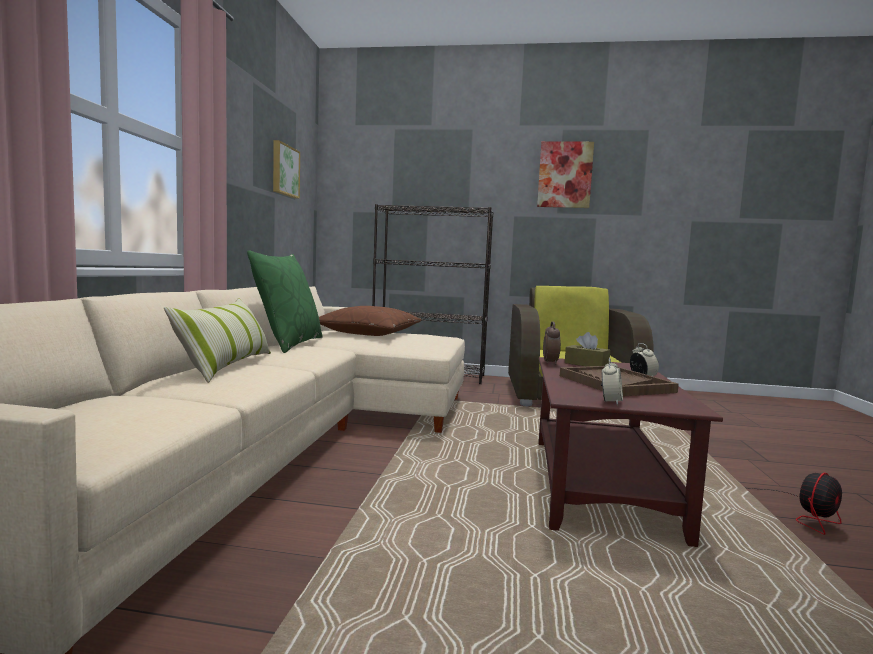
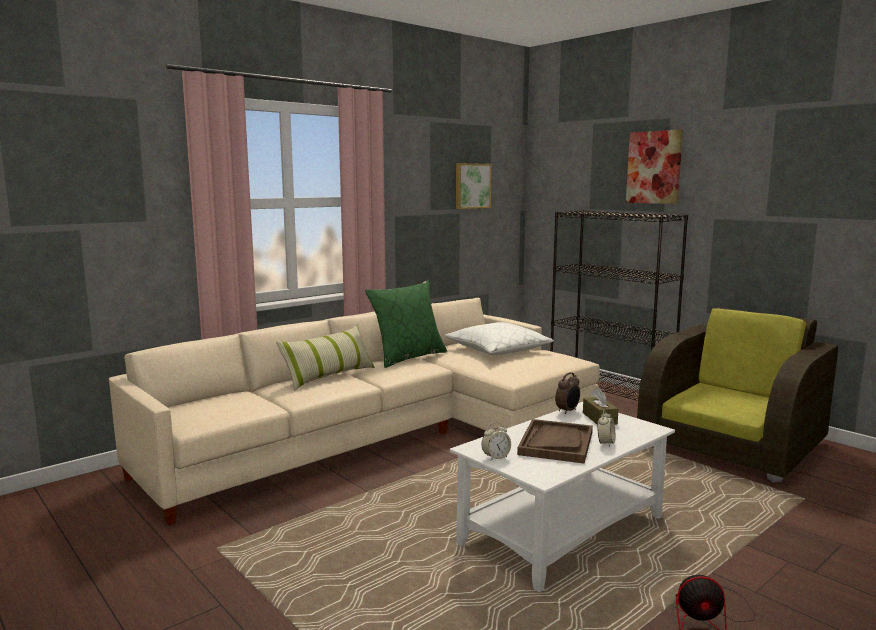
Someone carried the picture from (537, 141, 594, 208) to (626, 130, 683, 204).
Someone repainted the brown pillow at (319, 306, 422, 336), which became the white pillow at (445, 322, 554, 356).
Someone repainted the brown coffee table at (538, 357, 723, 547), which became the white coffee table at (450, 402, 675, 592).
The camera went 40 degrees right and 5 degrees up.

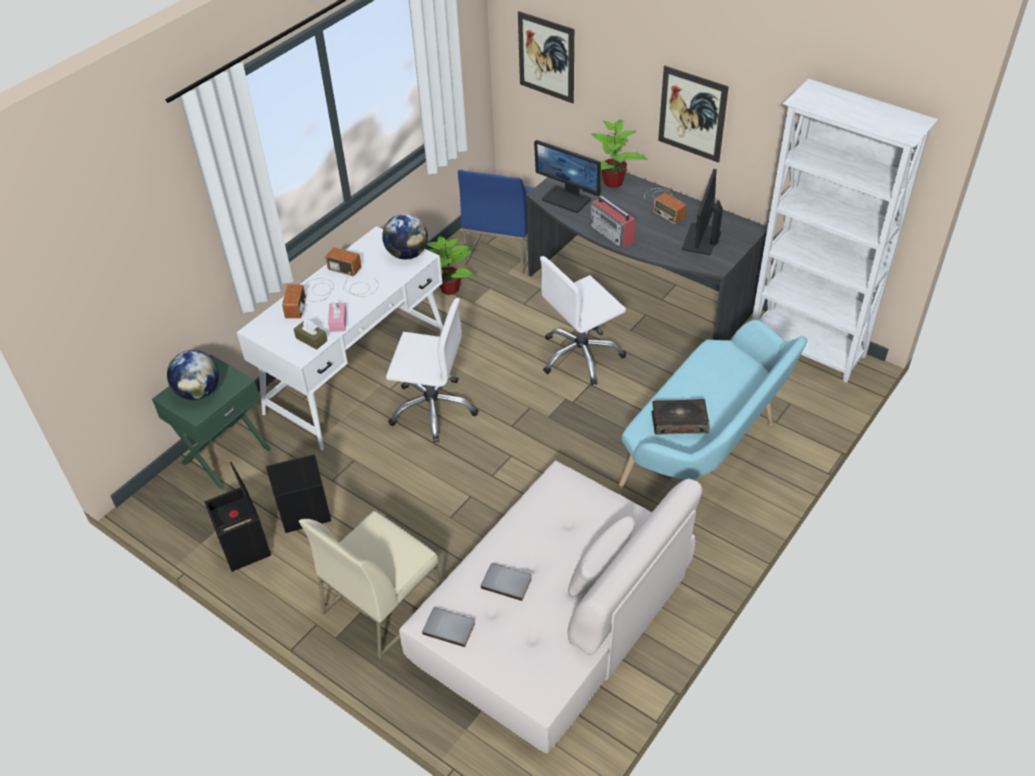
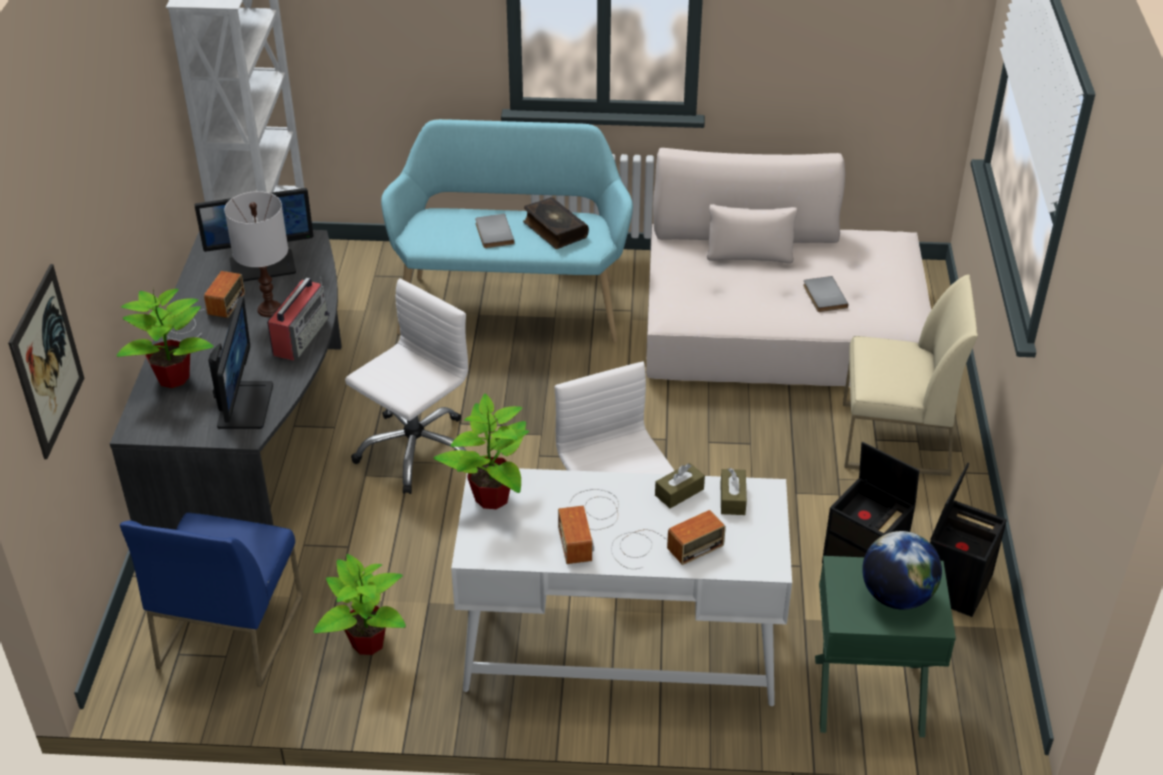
Someone took away the picture at (658, 66, 729, 163).
Someone put down the white table lamp at (224, 191, 288, 317).
Someone carried the grey book from (422, 607, 475, 647) to (475, 214, 515, 248).
Someone swapped the globe at (382, 214, 428, 259) for the potted plant at (433, 393, 530, 509).
Someone repainted the pink tissue box at (328, 302, 347, 332), which became the brown tissue box at (655, 463, 705, 508).
Someone rotated the blue chair at (458, 170, 534, 274) by 120 degrees clockwise.
Someone rotated the white office chair at (540, 256, 626, 385) by 75 degrees counterclockwise.
The camera went 125 degrees left and 5 degrees down.

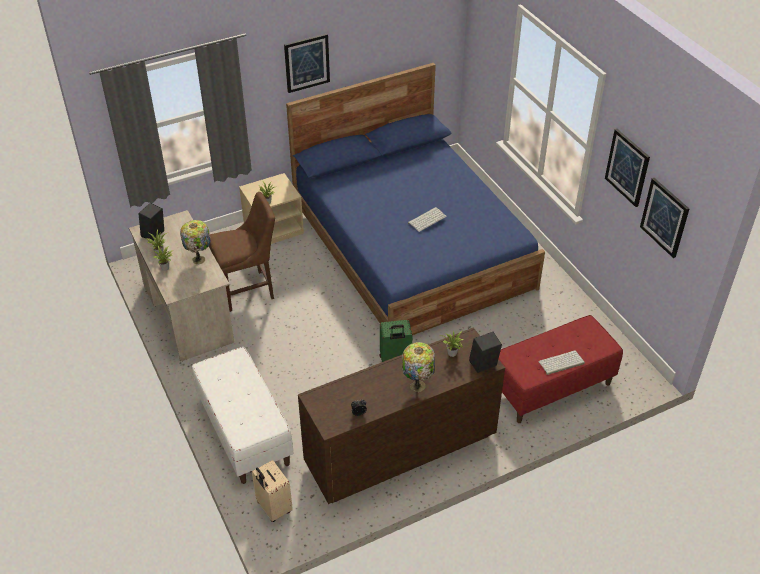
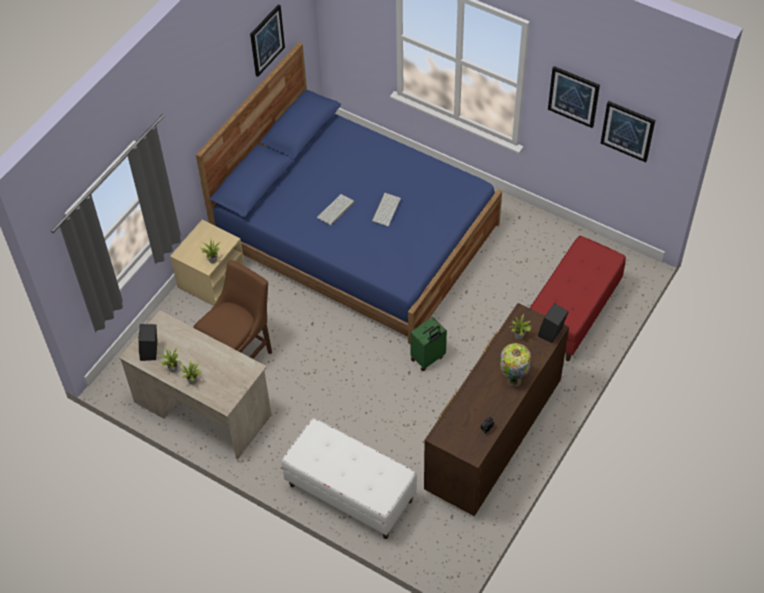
Someone took away the table lamp at (180, 220, 211, 264).
Someone took away the beige suitcase at (252, 460, 293, 522).
Someone carried the picture from (284, 34, 330, 93) to (250, 4, 285, 77).
Someone carried the keyboard from (538, 350, 585, 375) to (317, 194, 354, 226).
The camera went 30 degrees left and 10 degrees up.

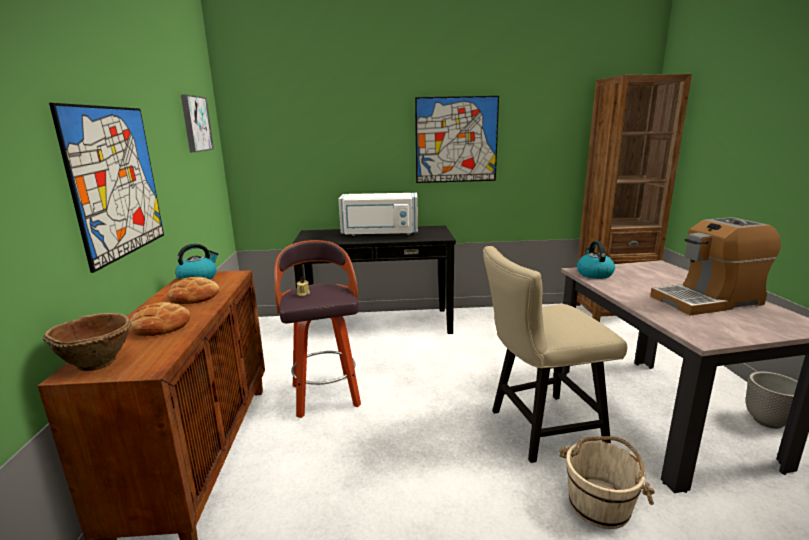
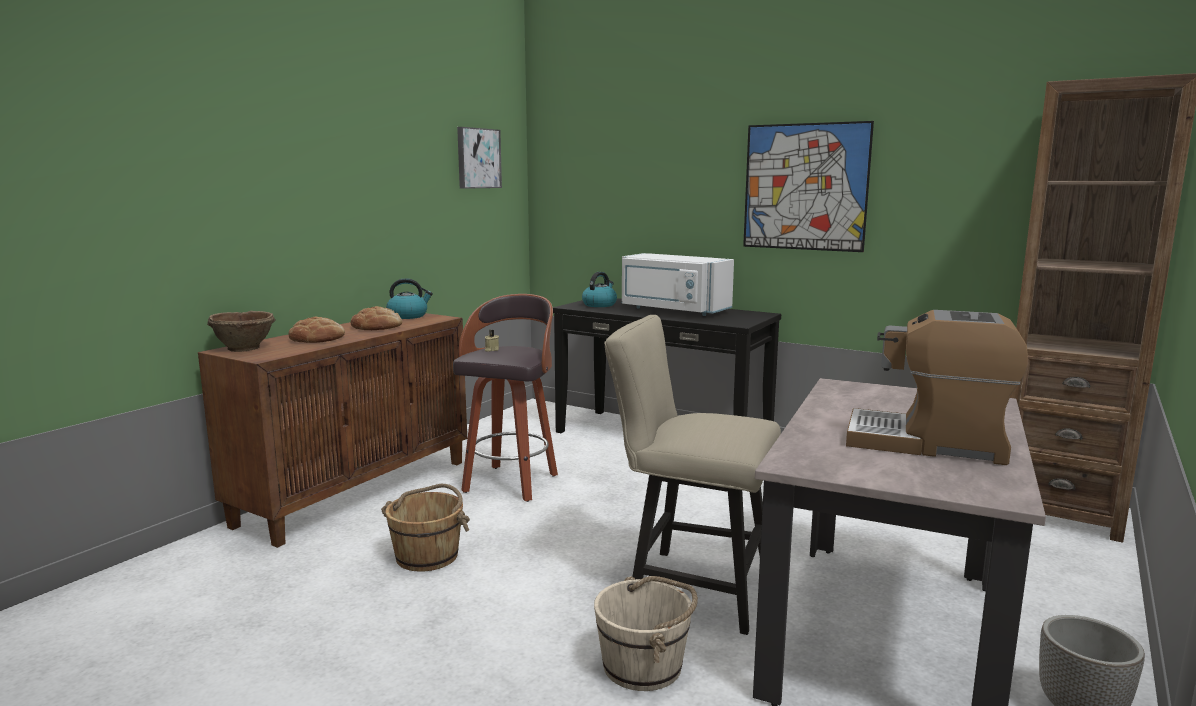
Someone took away the picture at (49, 103, 164, 273).
Someone put down the brown bucket at (381, 484, 470, 572).
Someone carried the kettle from (577, 241, 615, 279) to (582, 272, 617, 307).
The camera went 35 degrees right and 5 degrees down.

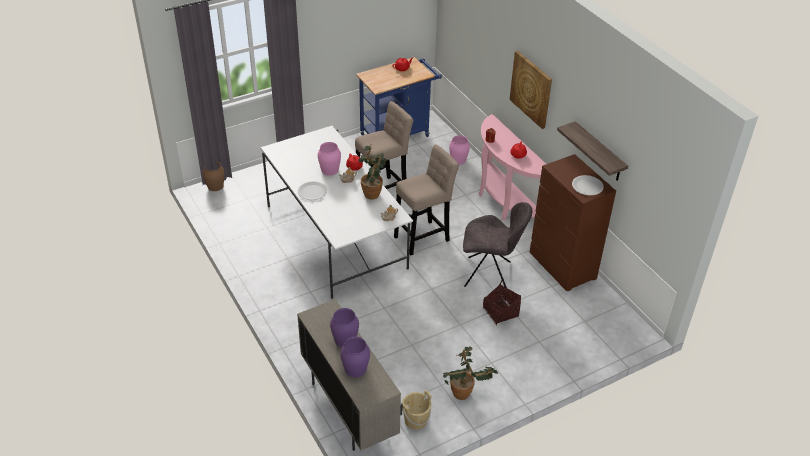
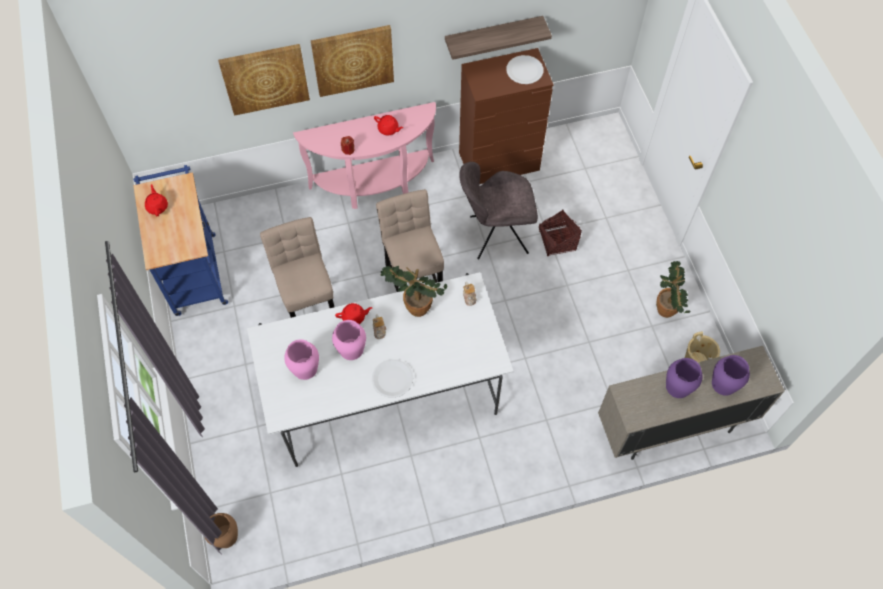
Someone put up the picture at (218, 44, 310, 116).
Someone carried the pink vase from (449, 135, 470, 165) to (284, 339, 319, 380).
Someone rotated the grey chair at (463, 202, 532, 288) by 120 degrees counterclockwise.
The camera went 75 degrees left and 20 degrees up.

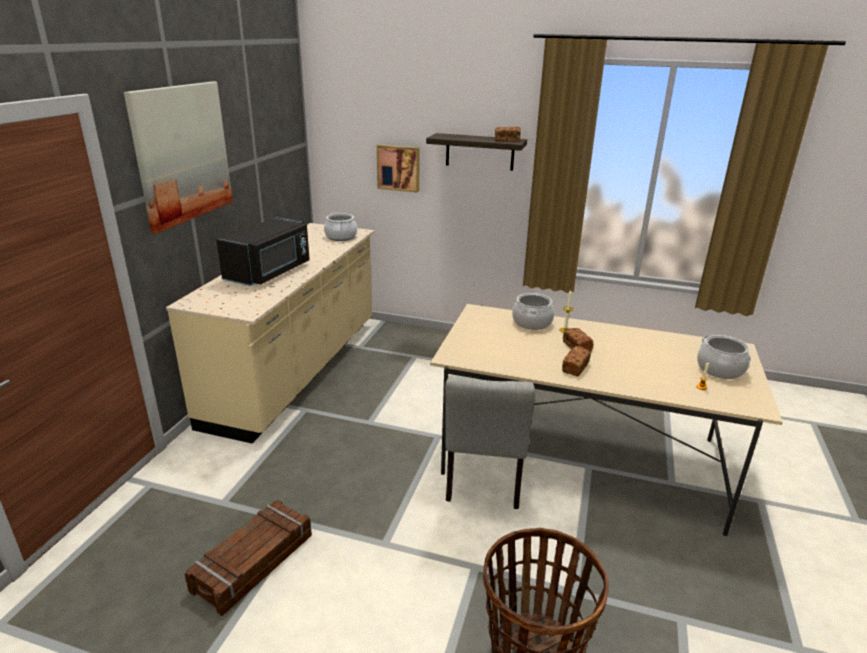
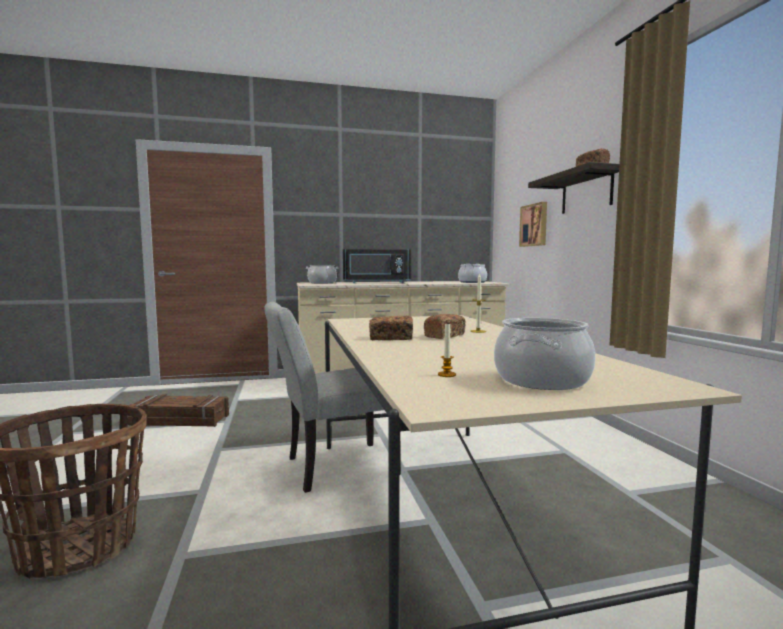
Someone took away the picture at (124, 81, 233, 234).
Someone carried the cooking pot from (512, 293, 554, 330) to (306, 265, 338, 283).
The camera went 60 degrees right and 20 degrees down.

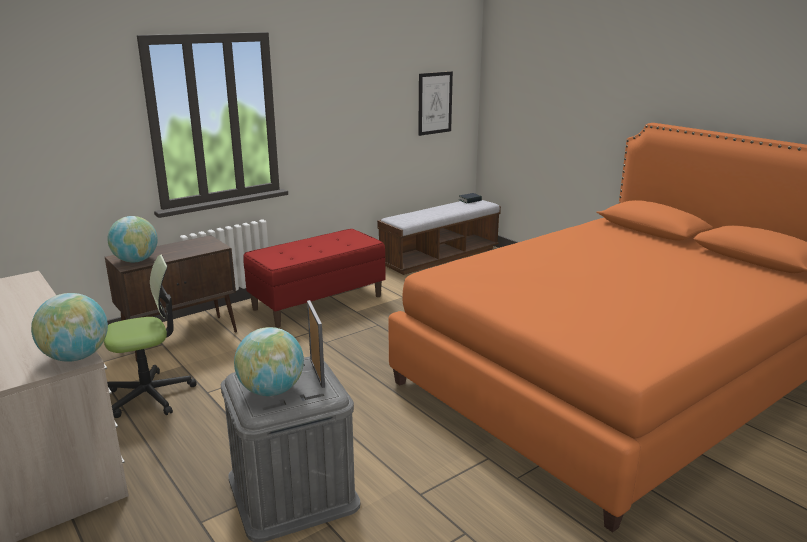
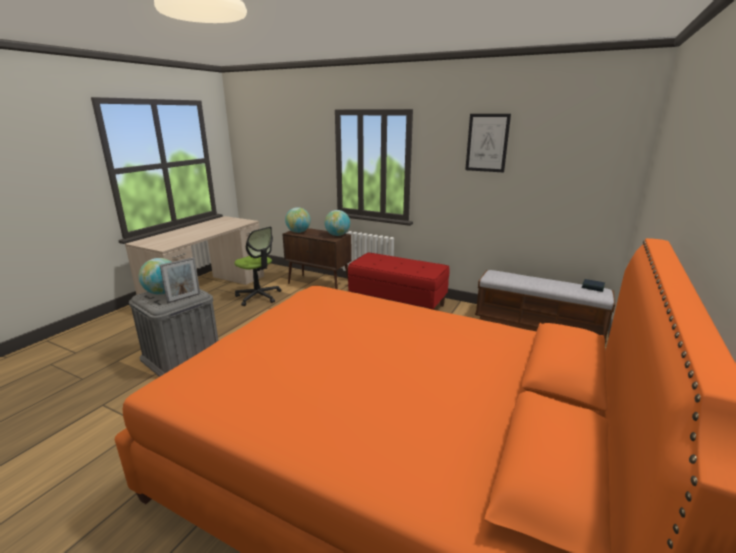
Someone carried the globe from (31, 293, 108, 362) to (324, 210, 350, 236).
Someone carried the picture from (418, 71, 453, 136) to (465, 114, 511, 173).
The camera went 65 degrees right and 0 degrees up.

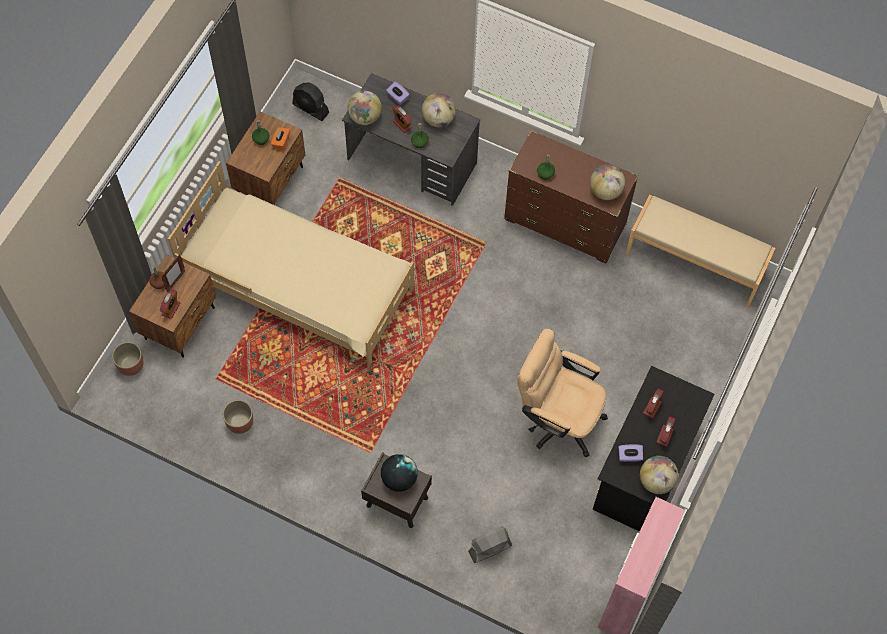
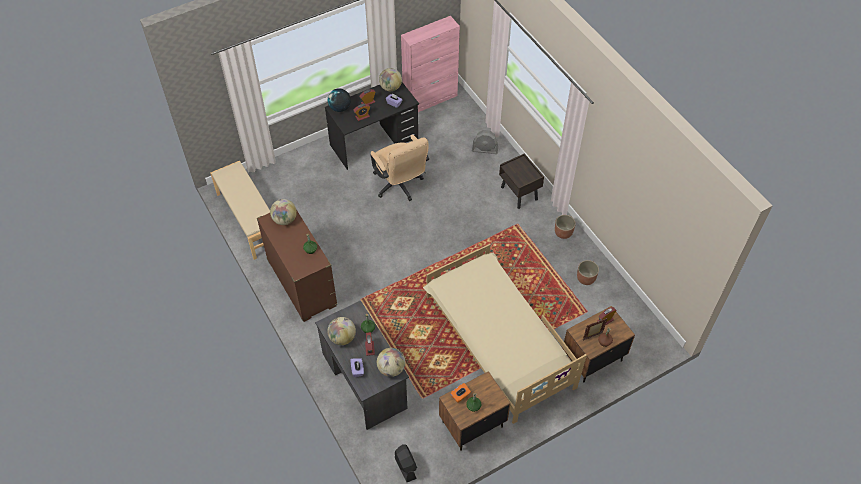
Someone carried the planter from (112, 342, 144, 376) to (555, 215, 576, 239).
Someone carried the globe from (381, 454, 418, 491) to (328, 88, 351, 112).
The camera went 145 degrees left and 10 degrees down.

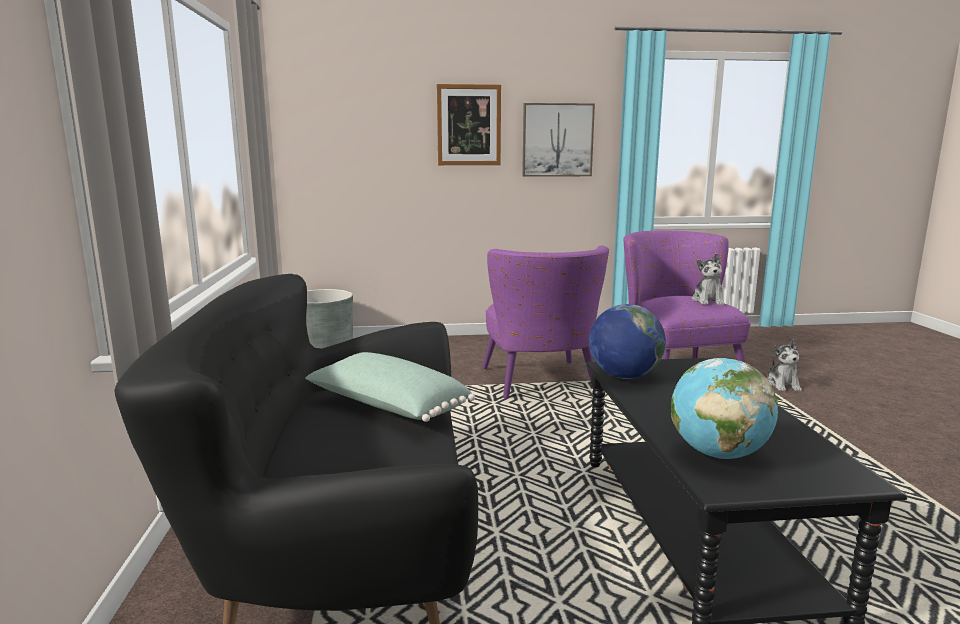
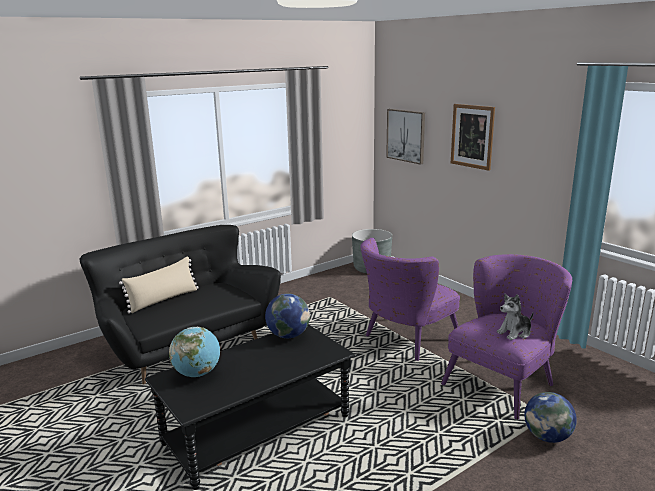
Someone took away the green pillow at (305, 352, 475, 422).
Someone put down the beige pillow at (119, 257, 199, 314).
Someone carried the picture from (522, 103, 595, 177) to (386, 109, 425, 165).
Someone swapped the plush toy at (766, 339, 802, 391) for the globe at (524, 392, 577, 443).
The camera went 60 degrees right and 5 degrees up.

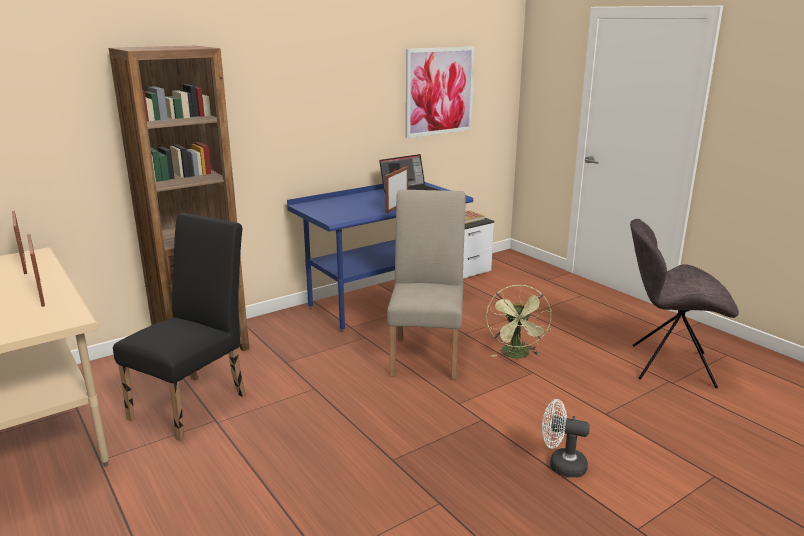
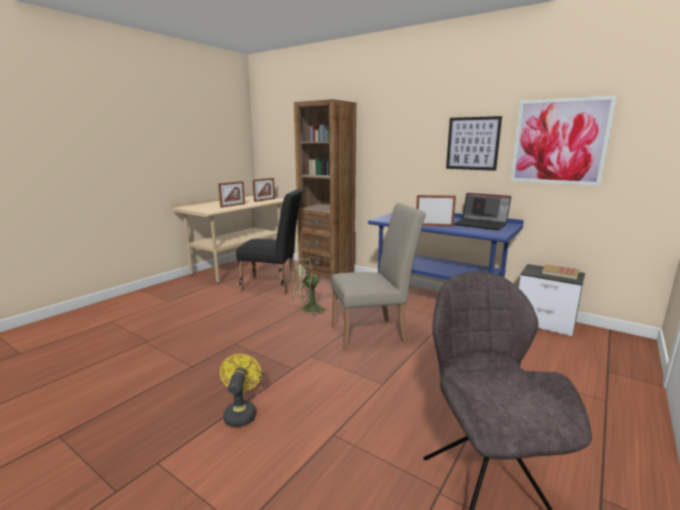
Someone put up the picture at (446, 116, 502, 171).
Someone carried the green fan from (486, 285, 552, 358) to (292, 258, 329, 316).
Someone repainted the white fan at (542, 399, 590, 478), which became the yellow fan at (220, 354, 261, 427).
The camera went 70 degrees right and 5 degrees down.

